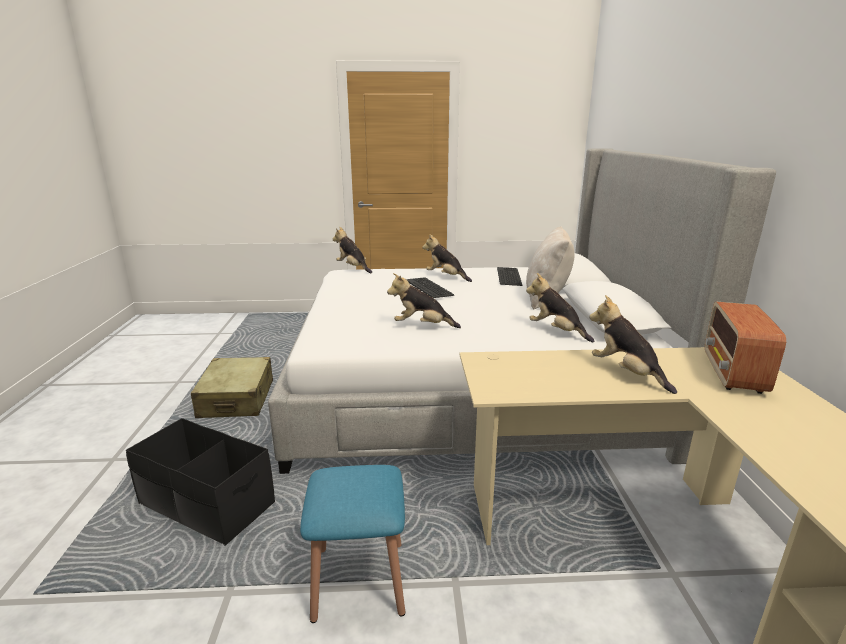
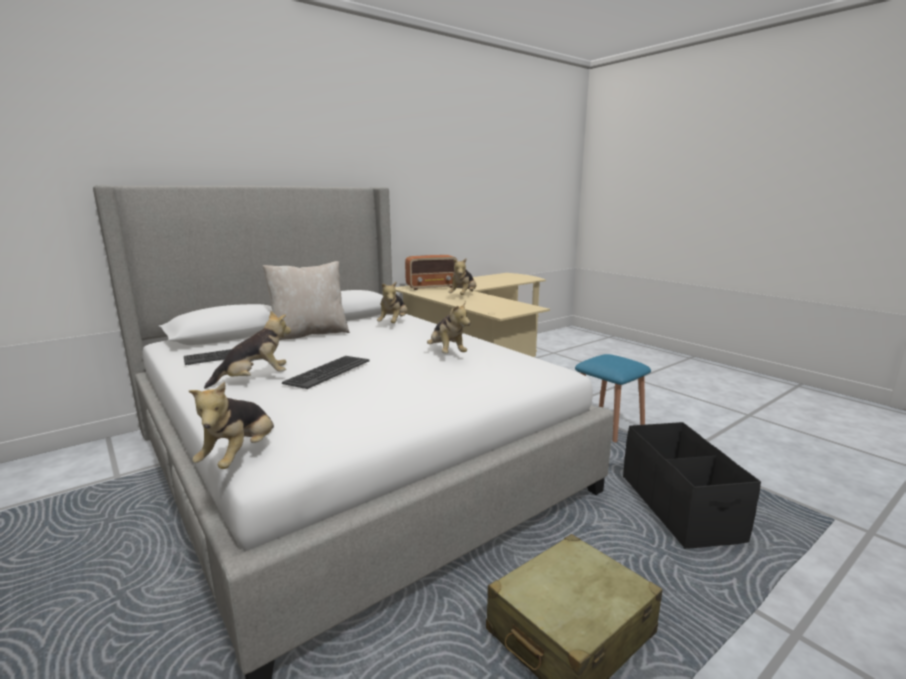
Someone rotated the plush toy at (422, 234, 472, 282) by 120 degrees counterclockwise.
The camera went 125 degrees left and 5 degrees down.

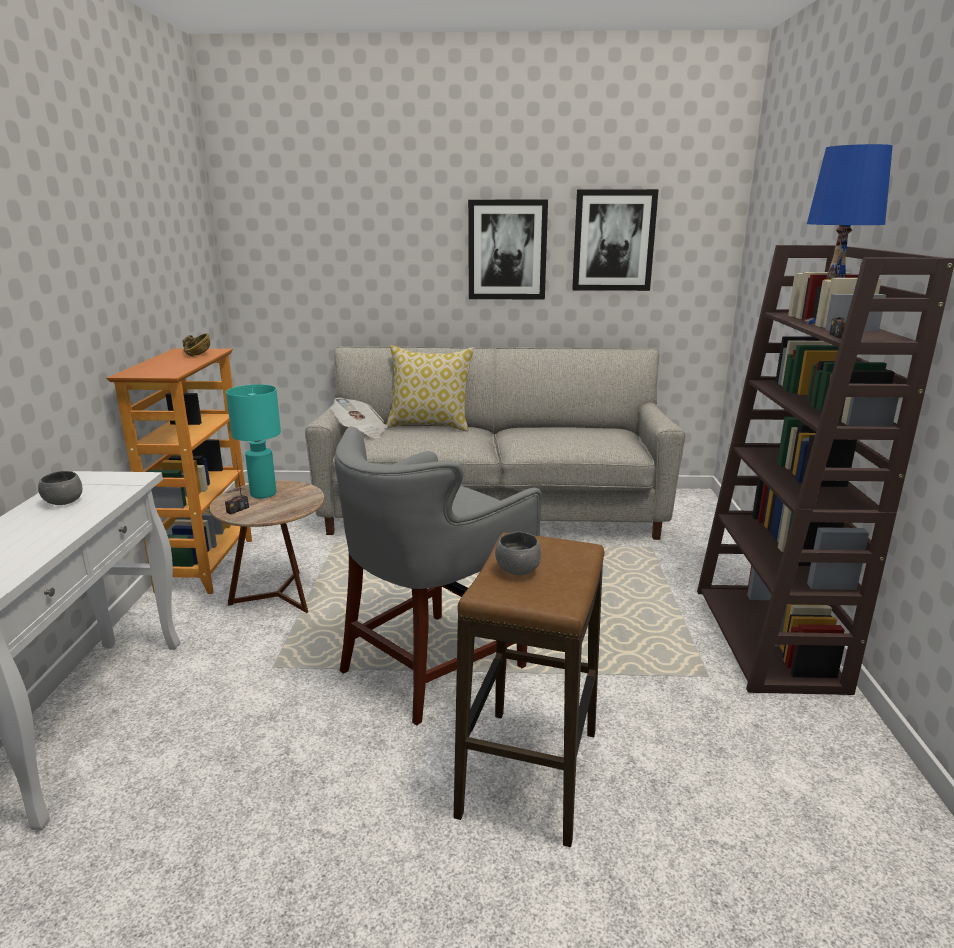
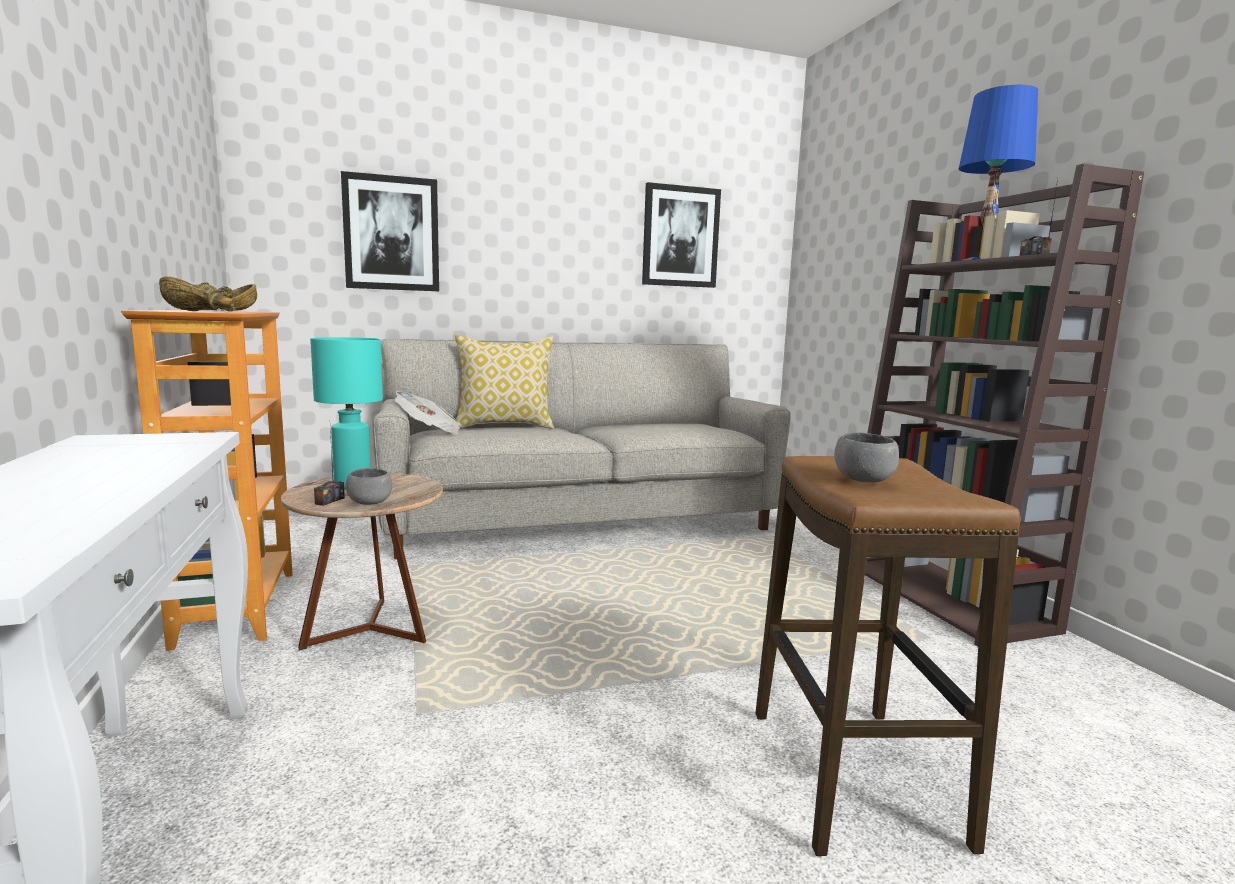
Someone took away the grey stool at (335, 427, 542, 726).
Someone put down the brown bowl at (159, 277, 235, 311).
Someone carried the grey bowl from (38, 471, 82, 505) to (346, 468, 392, 505).
Someone carried the picture from (468, 200, 548, 300) to (341, 171, 439, 291).
The camera went 20 degrees left and 10 degrees down.

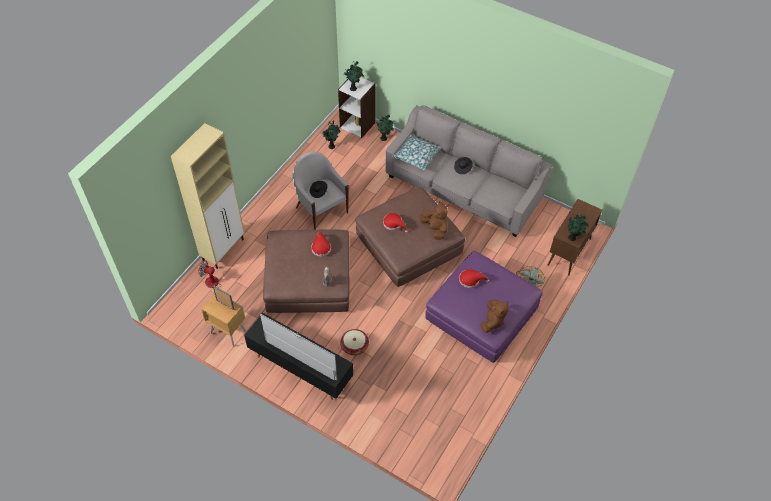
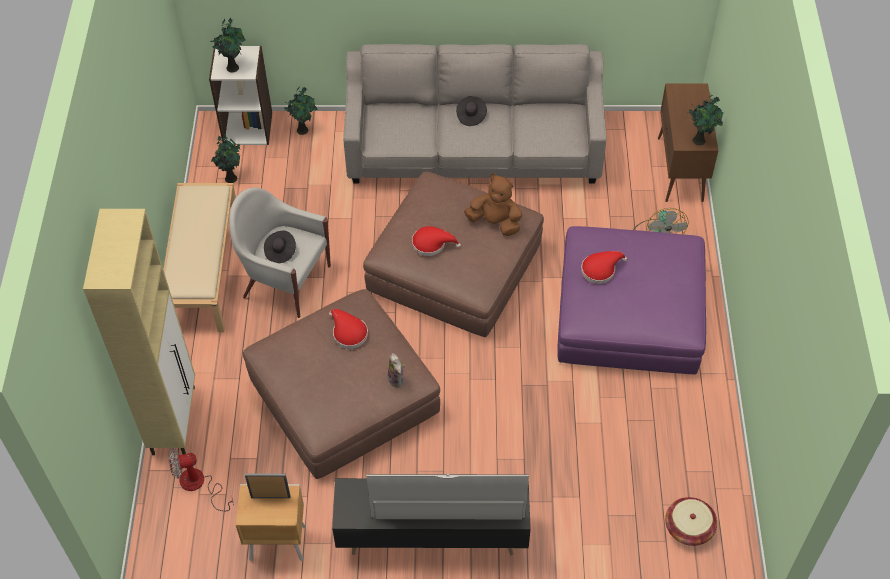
Someone took away the pillow at (392, 135, 441, 171).
Someone took away the brown plush toy at (480, 299, 509, 333).
Someone put down the beige bench at (163, 183, 236, 332).
Someone carried the basket from (340, 329, 369, 355) to (665, 497, 717, 546).
The camera went 30 degrees left and 0 degrees up.

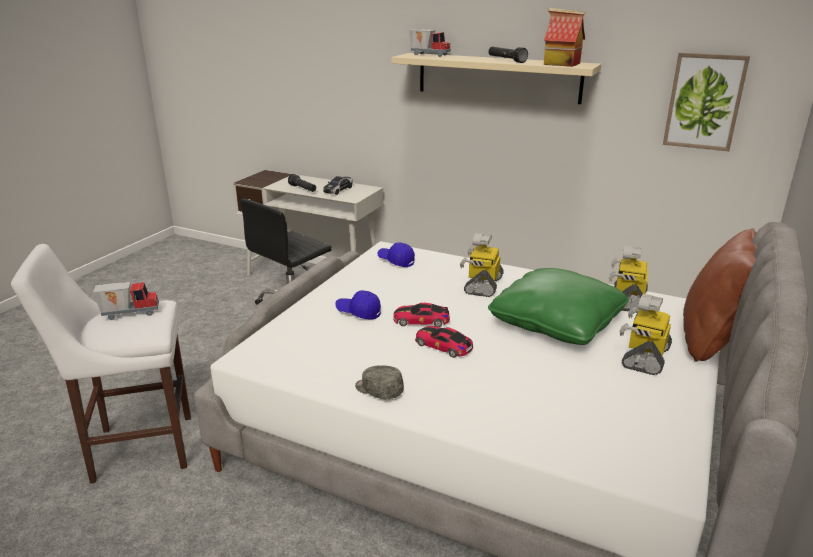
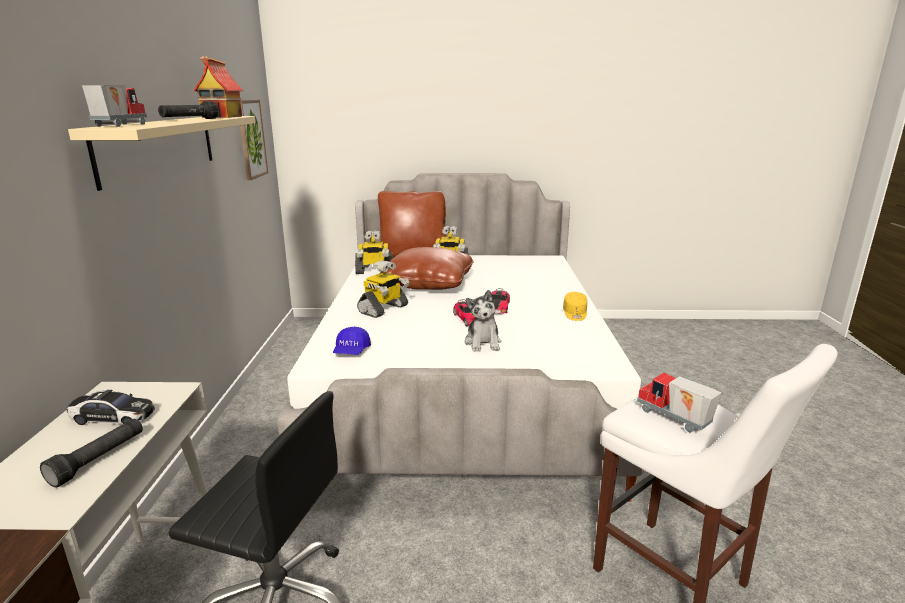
Someone swapped the blue cap at (335, 290, 381, 320) for the plush toy at (465, 290, 501, 352).
Someone repainted the grey cap at (355, 365, 404, 399), which became the yellow cap at (563, 292, 587, 321).
Someone repainted the green pillow at (488, 268, 629, 345), which became the brown pillow at (386, 247, 474, 290).
Someone rotated the toy robot at (460, 233, 504, 297) by 45 degrees counterclockwise.
The camera went 115 degrees left and 5 degrees down.

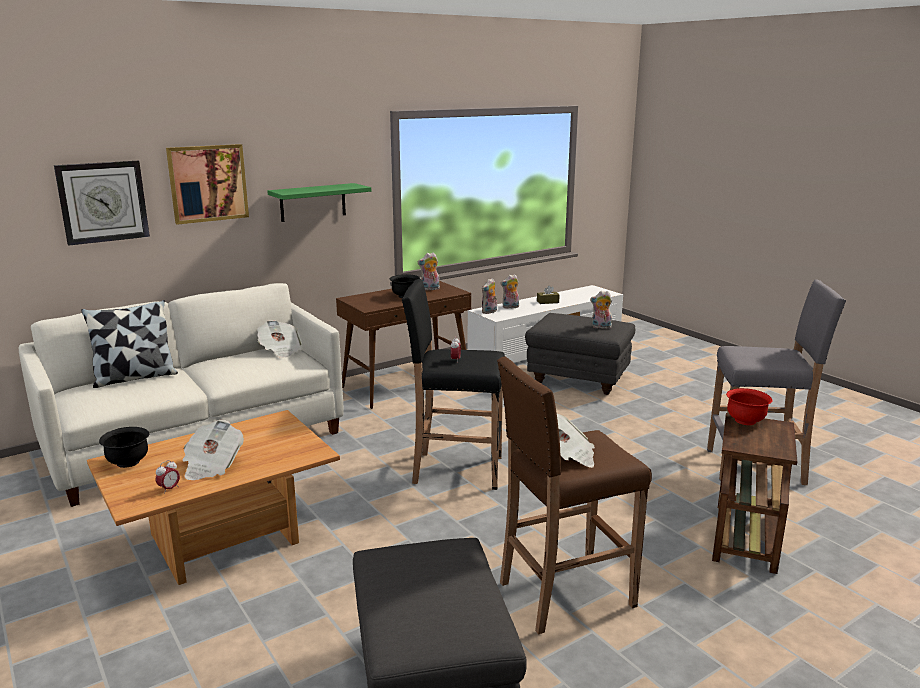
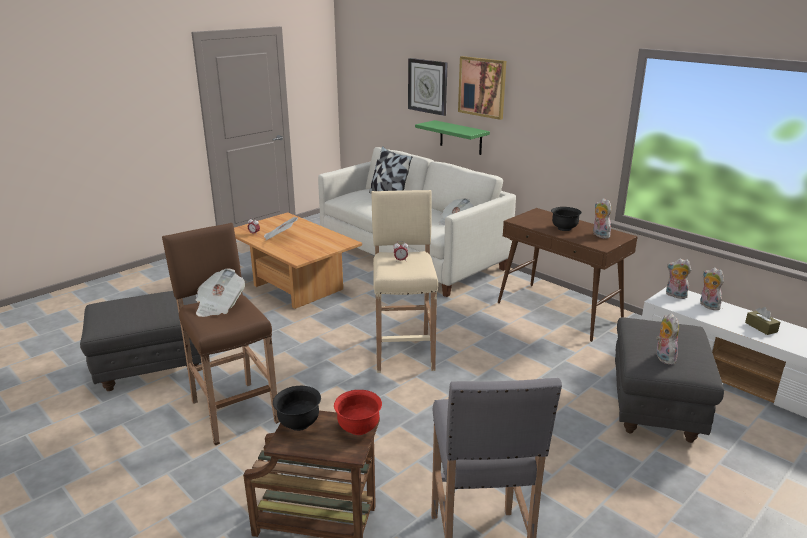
Someone carried the black bowl from (99, 427, 149, 468) to (273, 386, 321, 431).
Someone carried the green shelf from (267, 183, 371, 222) to (415, 120, 490, 155).
Someone repainted the black stool at (402, 279, 505, 490), which became the beige stool at (372, 190, 438, 373).
The camera went 80 degrees right and 5 degrees up.

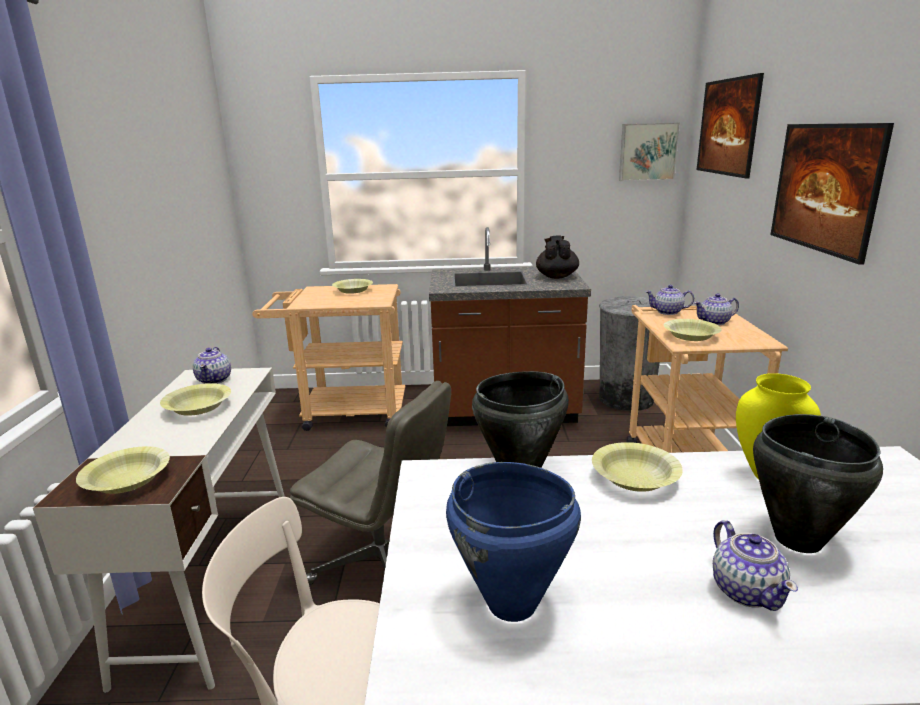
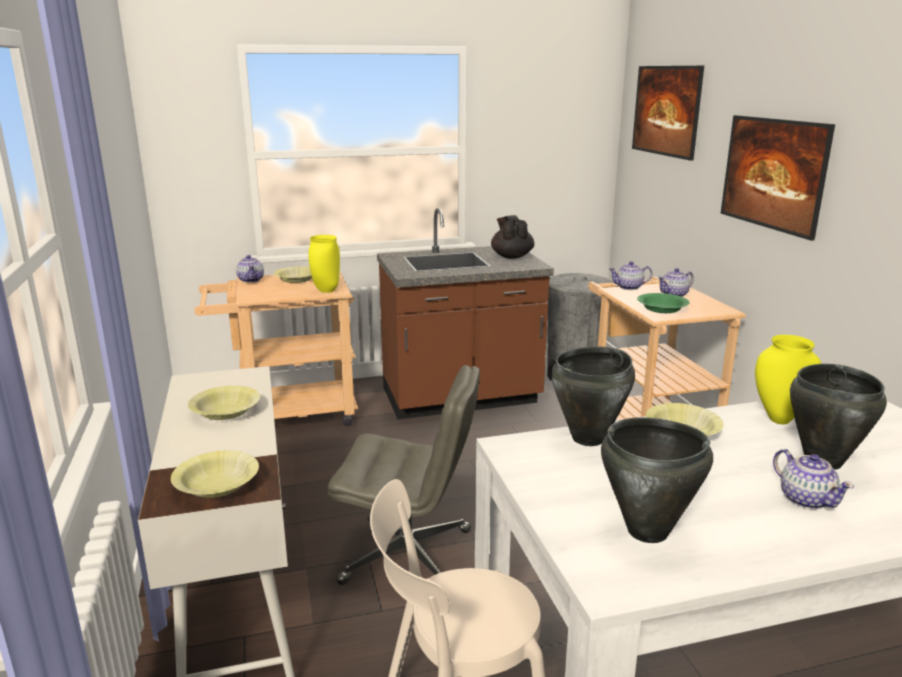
Someone took away the picture at (619, 122, 680, 181).
Someone put down the yellow vase at (308, 235, 340, 293).
Someone carried the teapot from (193, 347, 231, 384) to (236, 255, 264, 283).
Someone repainted the blue cooking pot at (446, 462, 581, 622), which became the black cooking pot at (601, 417, 713, 543).
Someone repainted the yellow bowl at (664, 319, 722, 341), which became the green bowl at (637, 293, 690, 313).
The camera went 15 degrees left and 0 degrees up.

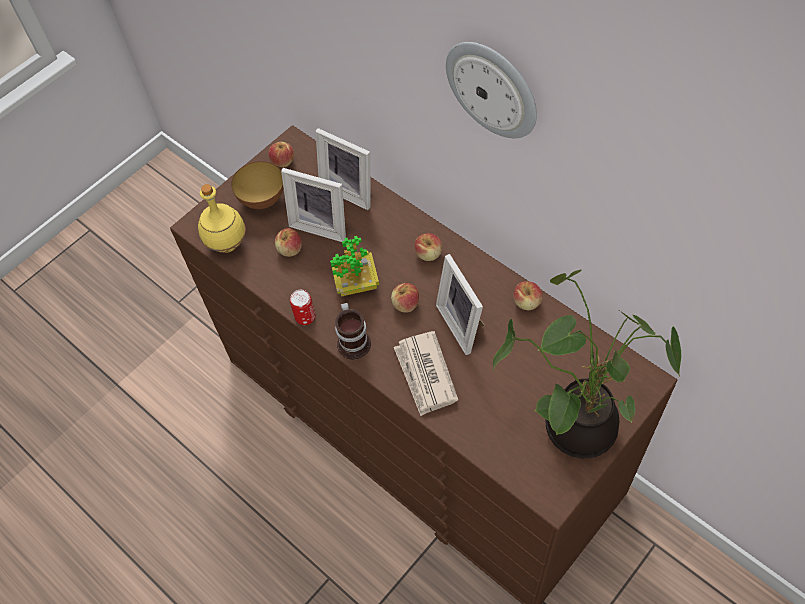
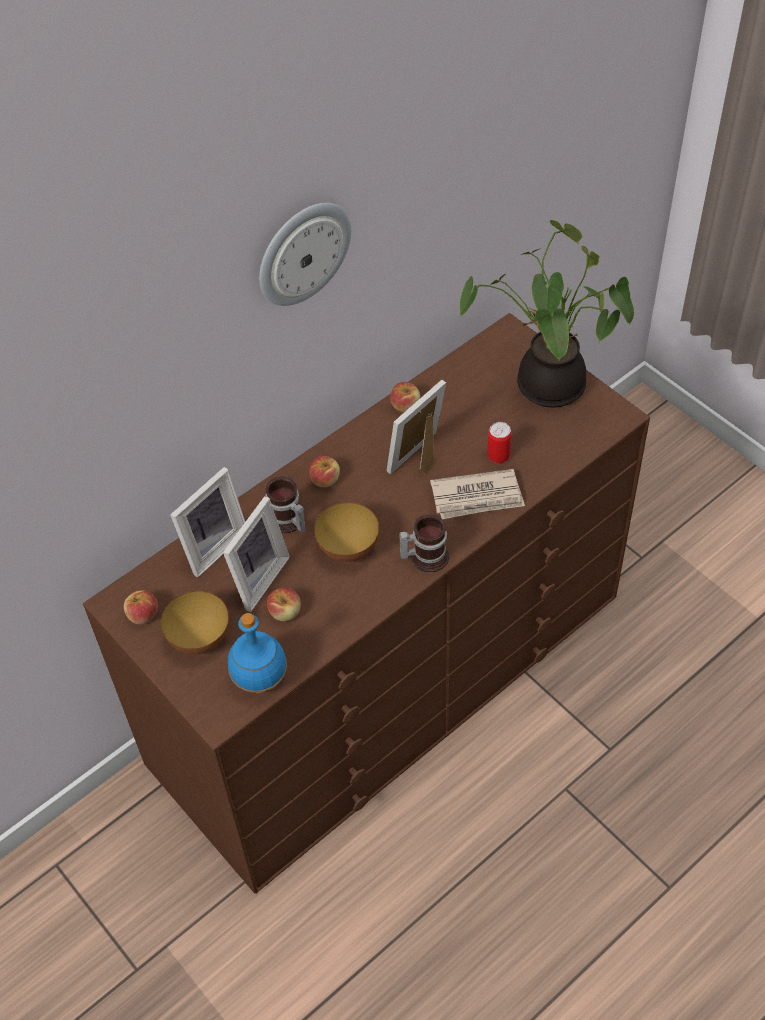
Someone took away the apple at (391, 283, 419, 313).
Someone put down the mug at (265, 476, 306, 533).
Someone carried the can from (290, 290, 315, 325) to (487, 422, 512, 463).
Someone swapped the potted plant at (330, 236, 379, 297) for the bowl at (314, 502, 379, 562).
Someone repainted the yellow bottle at (198, 184, 246, 253), which became the blue bottle at (228, 613, 287, 693).
Someone rotated the picture frame at (436, 254, 485, 355) by 150 degrees clockwise.
The camera went 85 degrees left and 5 degrees down.

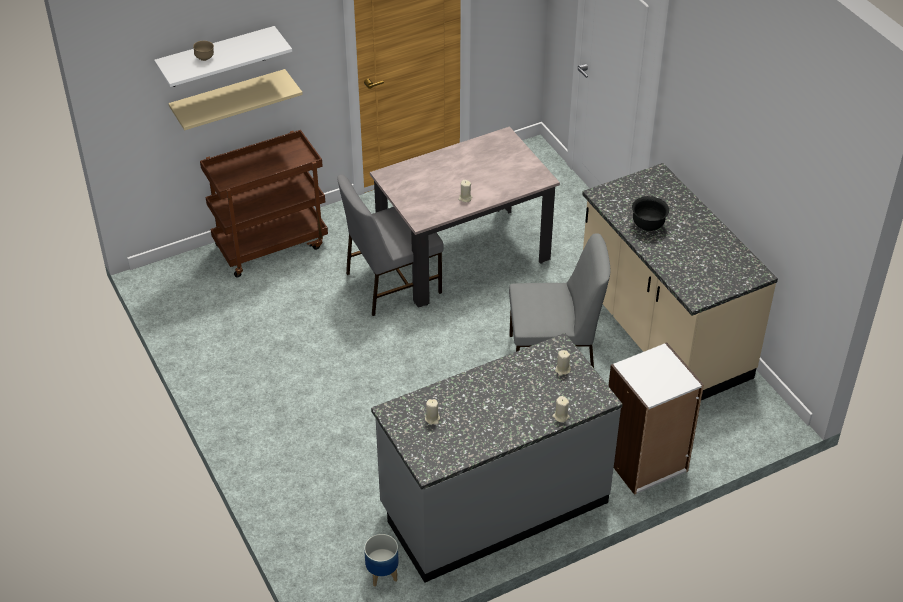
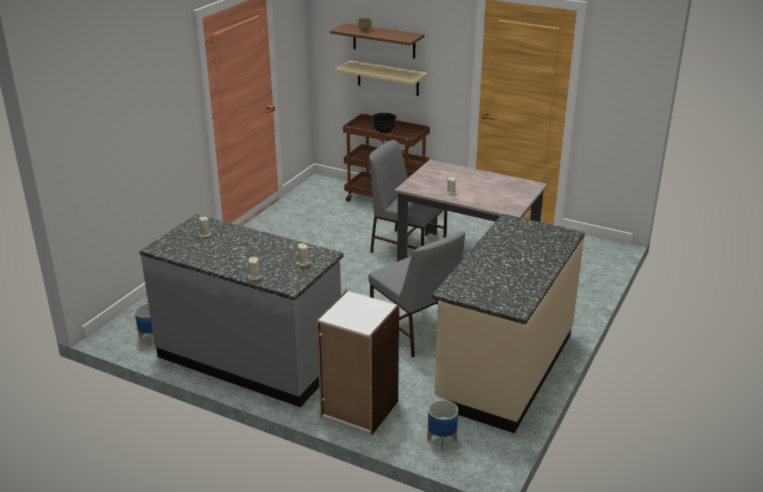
Someone put down the planter at (427, 400, 458, 451).
Someone carried the black bowl from (632, 196, 669, 231) to (372, 113, 396, 134).
Someone repainted the white shelf at (154, 26, 292, 87), which became the brown shelf at (330, 23, 424, 59).
The camera went 55 degrees right and 15 degrees down.

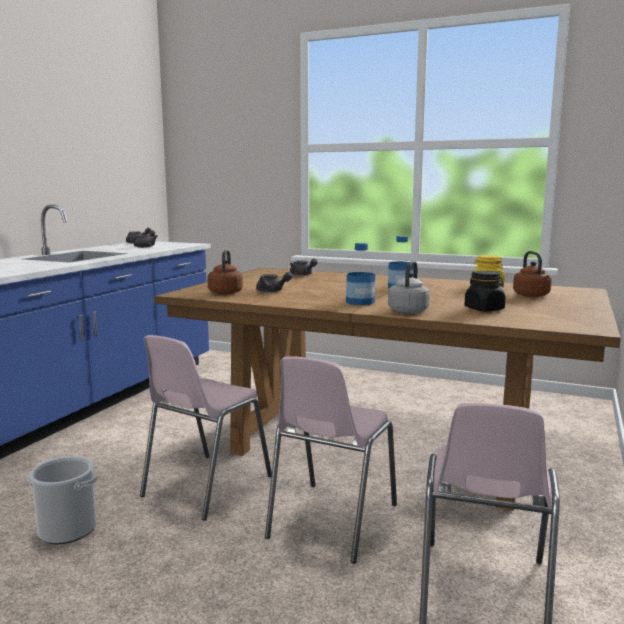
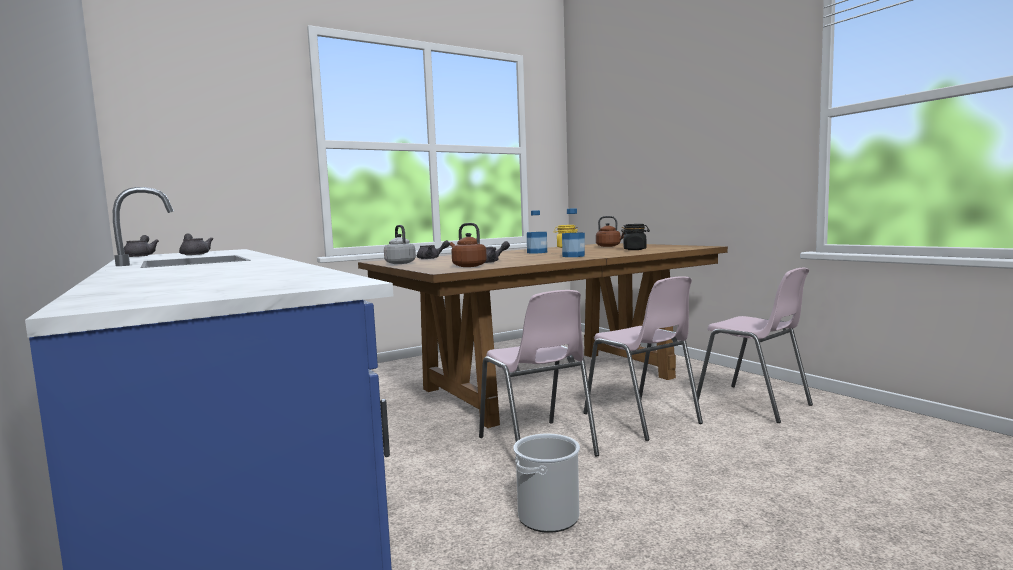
Someone carried the grey kettle from (388, 261, 430, 313) to (384, 225, 416, 264).
The camera went 55 degrees left and 5 degrees down.

